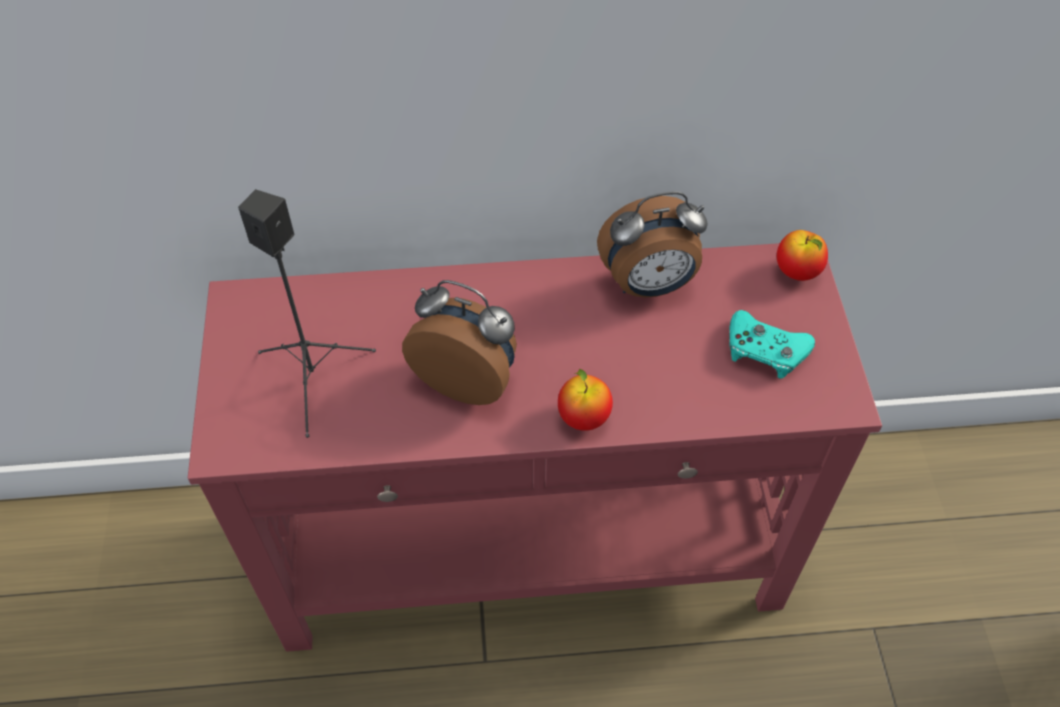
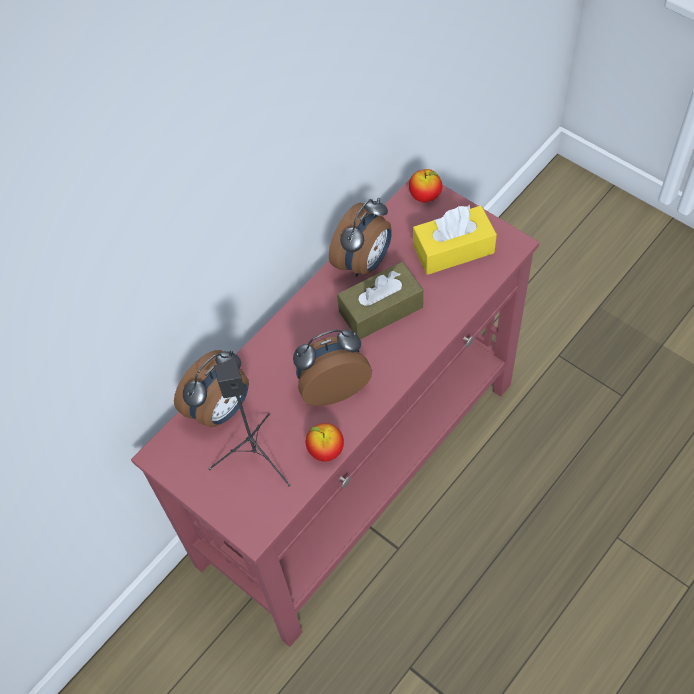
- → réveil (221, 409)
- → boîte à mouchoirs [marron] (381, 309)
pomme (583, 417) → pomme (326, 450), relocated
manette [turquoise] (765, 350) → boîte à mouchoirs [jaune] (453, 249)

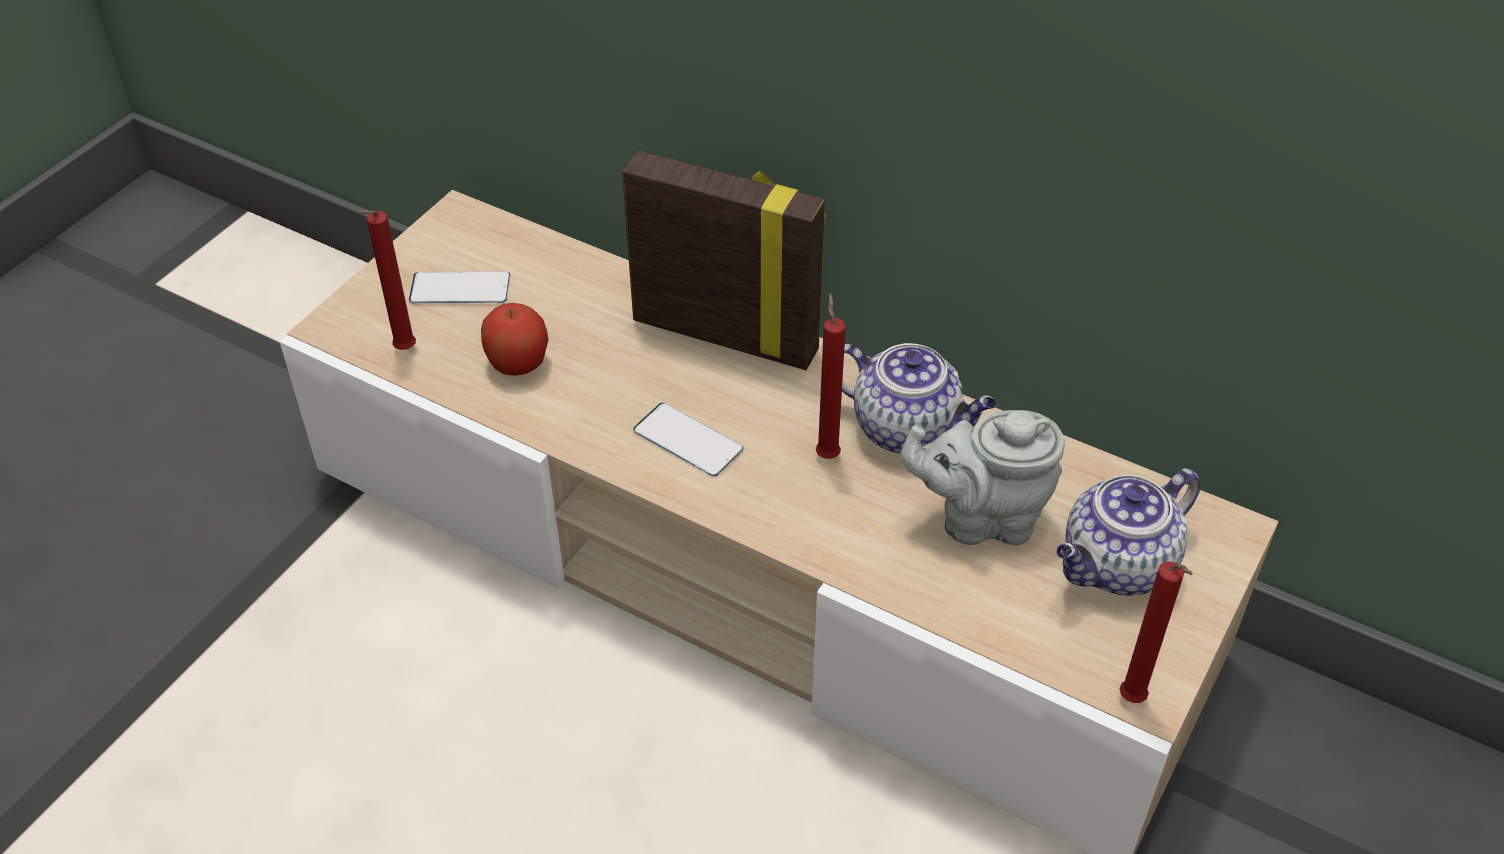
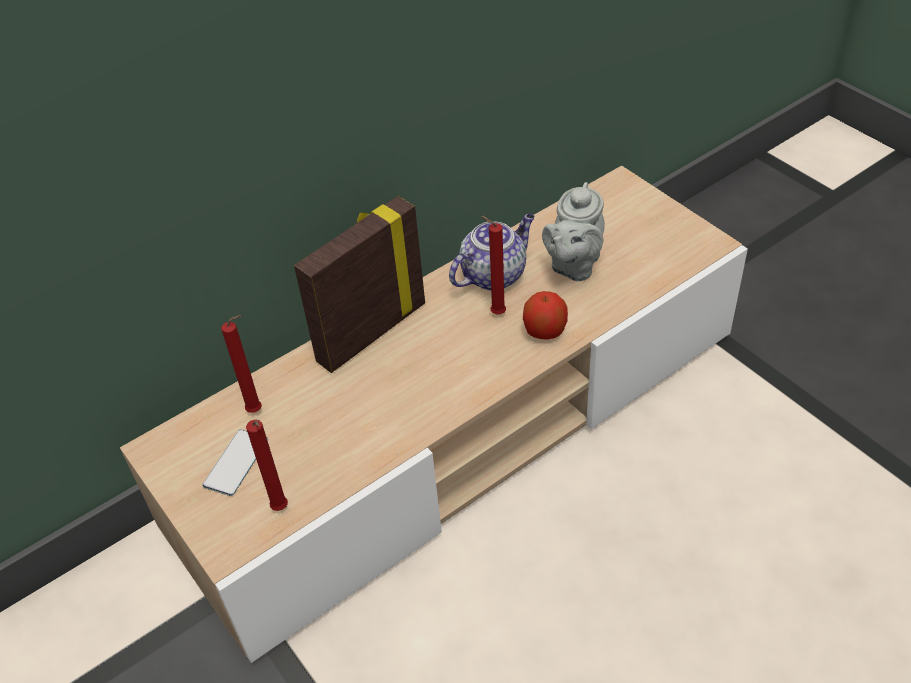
téléphone (688, 440) → -
théière (1116, 567) → -
pomme (518, 363) → pomme (544, 331), relocated
bougie [rouge] (1134, 702) → bougie [rouge] (257, 410), relocated

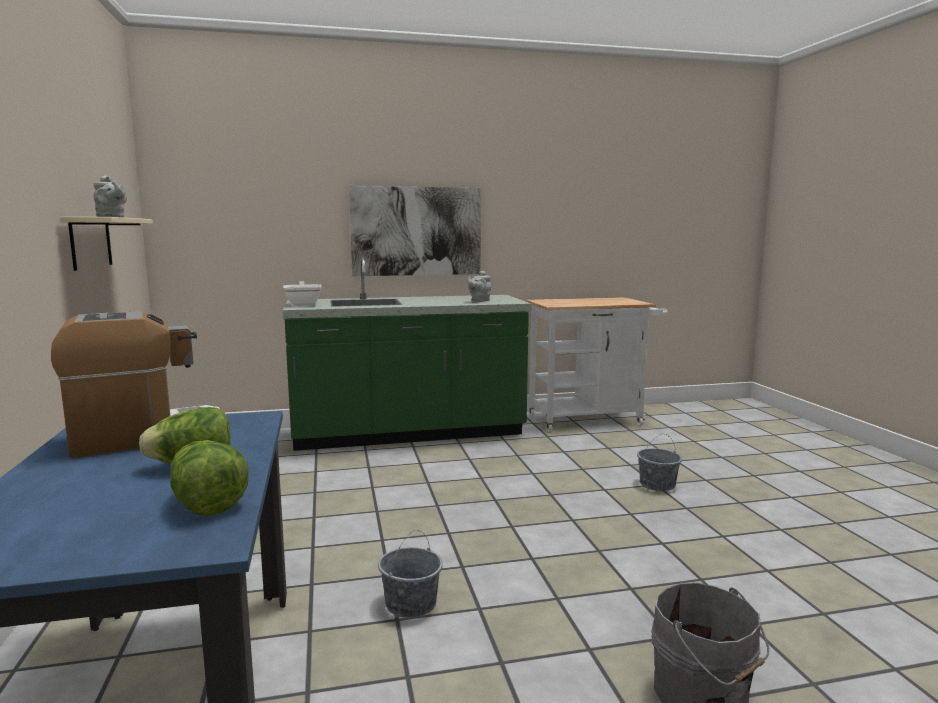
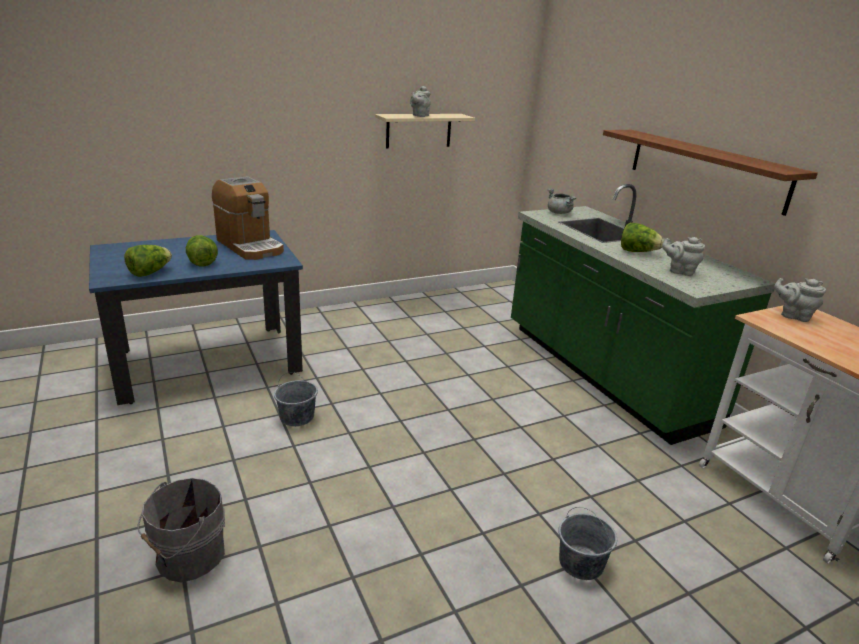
- → laitue (637, 252)
- → théière [gris] (793, 316)
poêle (303, 304) → marmite [gris] (559, 213)
tableau (416, 231) → étagère (705, 169)

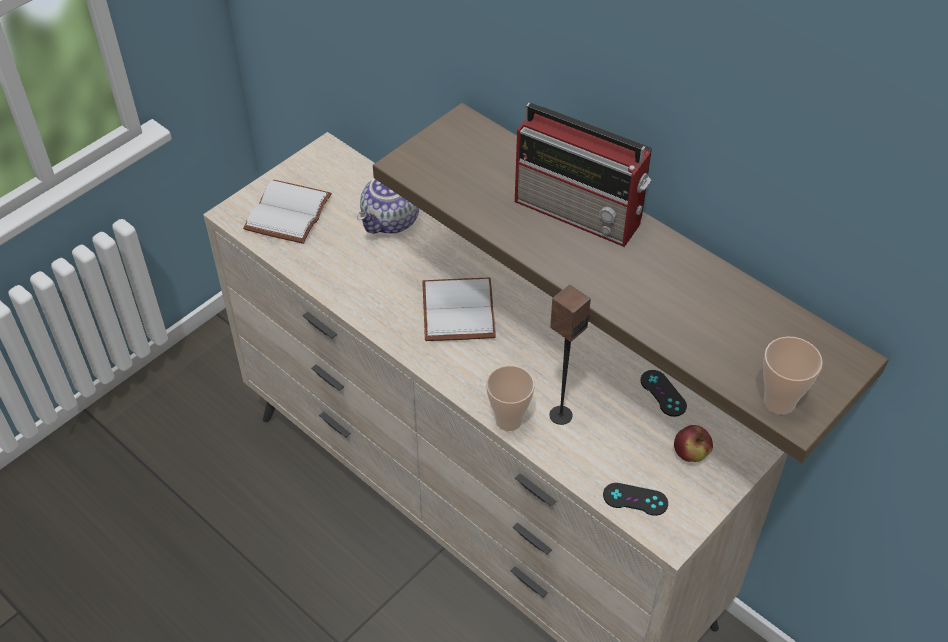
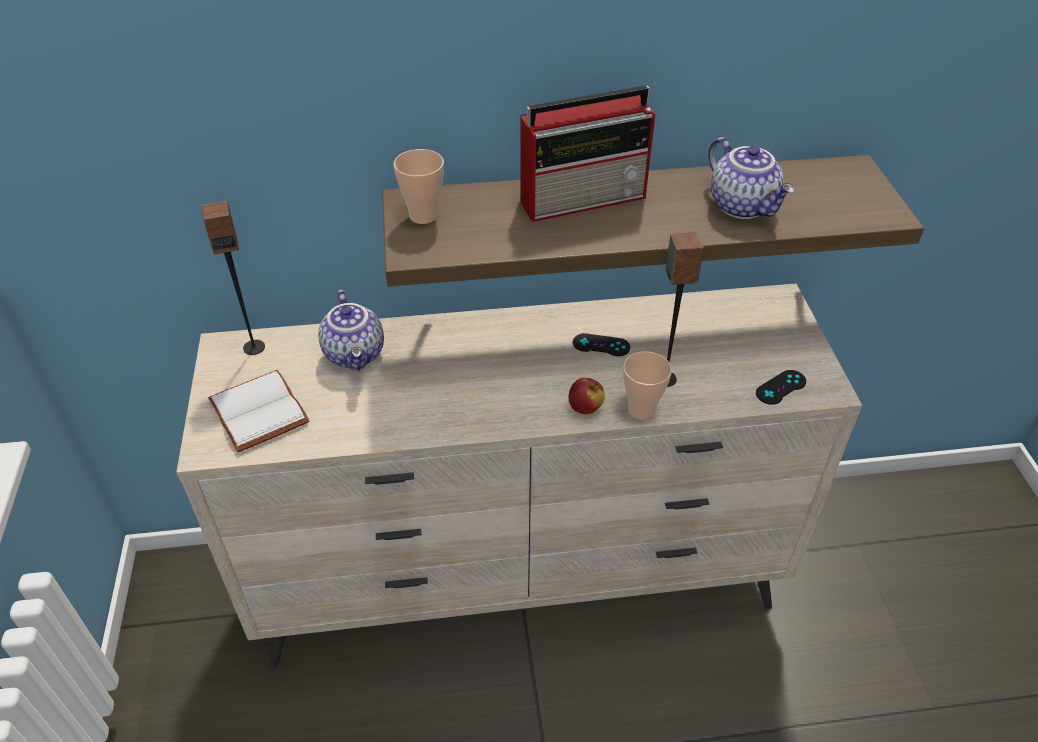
livre [blanc] (455, 310) → -
- → enceinte (254, 347)
- → théière (744, 206)
manette [noir] (663, 393) → manette [noir] (601, 345), relocated
pomme (690, 454) → pomme (585, 408), relocated
tasse (779, 402) → tasse (423, 216), relocated

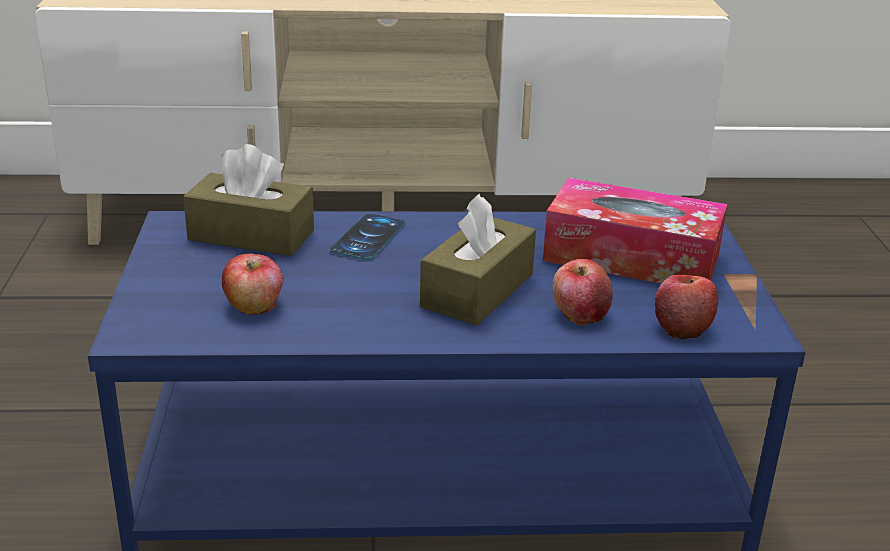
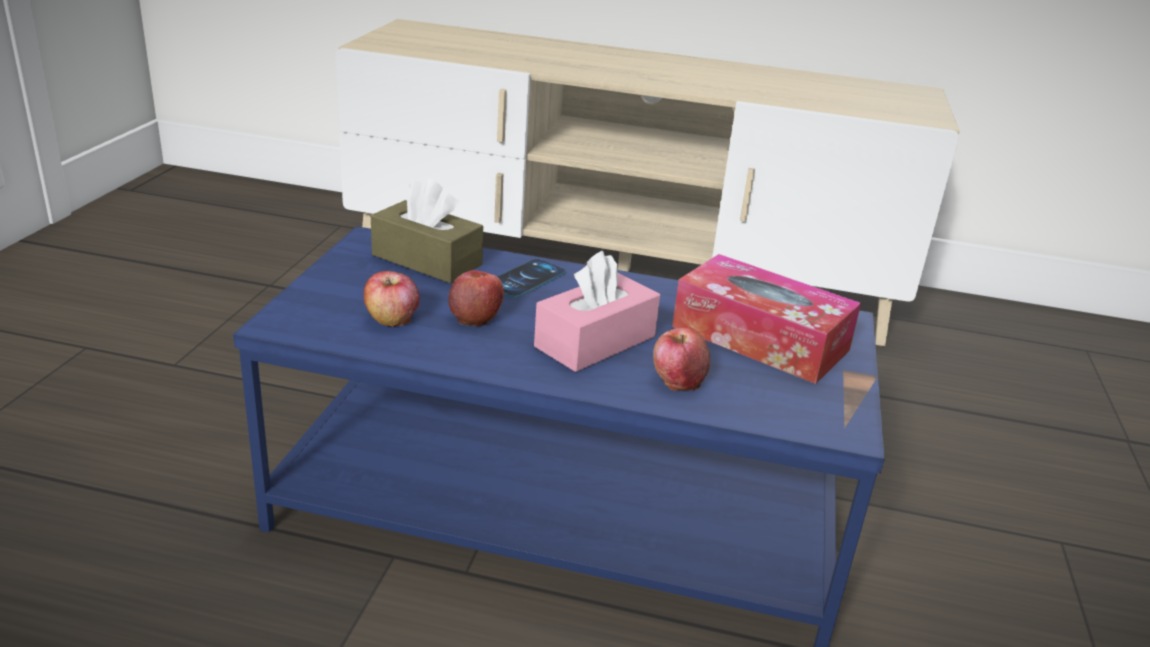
pomme (682, 327) → pomme (475, 316), relocated
boîte à mouchoirs [marron] (477, 290) → boîte à mouchoirs [rose] (595, 342)

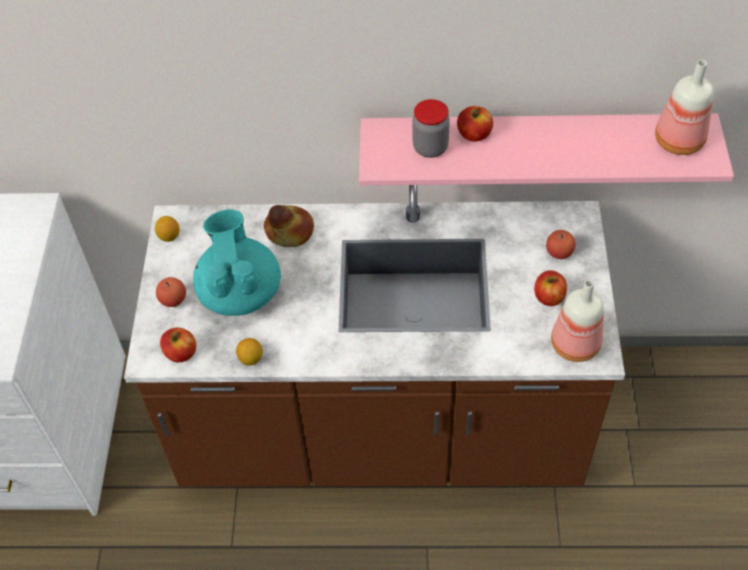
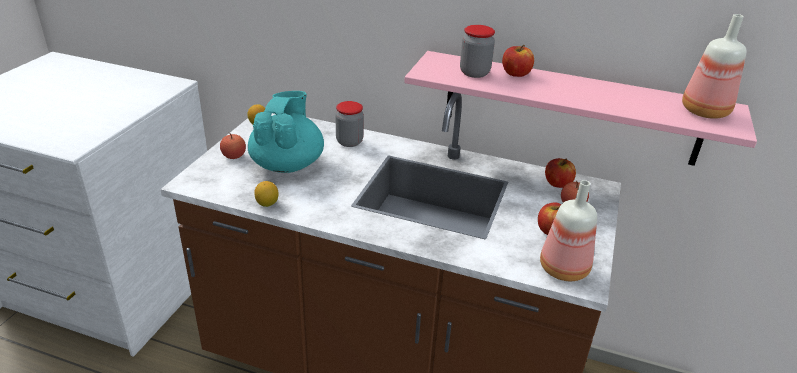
pomme (181, 353) → pomme (557, 183), relocated
pain (289, 232) → bocal (349, 142)

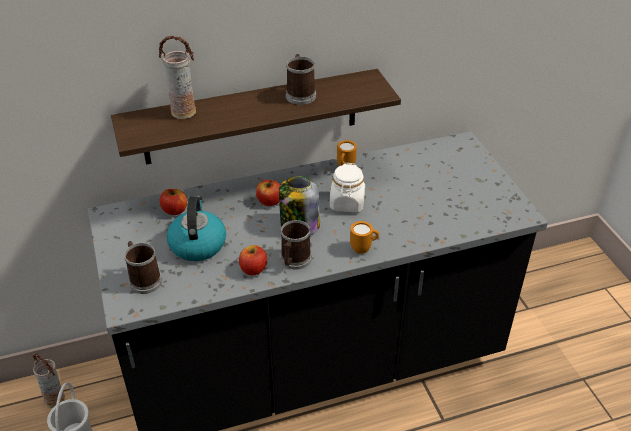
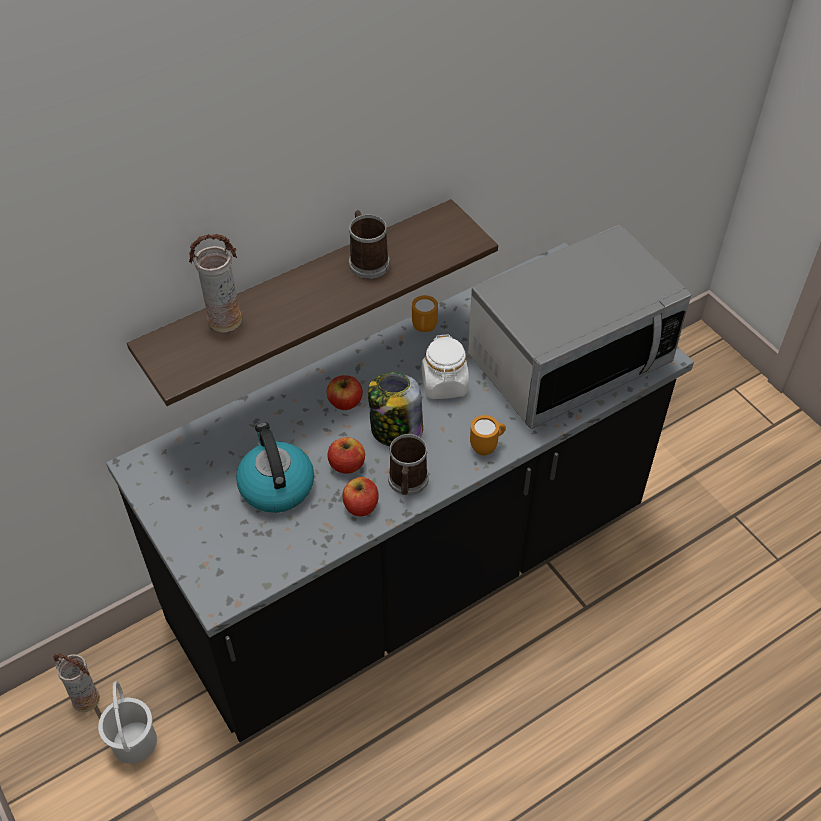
mug (143, 279) → -
- → micro-ondes (569, 360)
pomme (175, 210) → pomme (347, 464), relocated

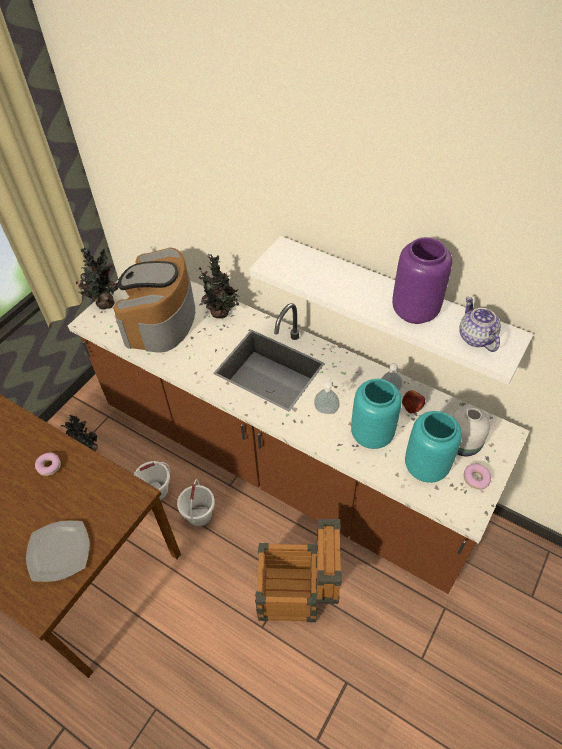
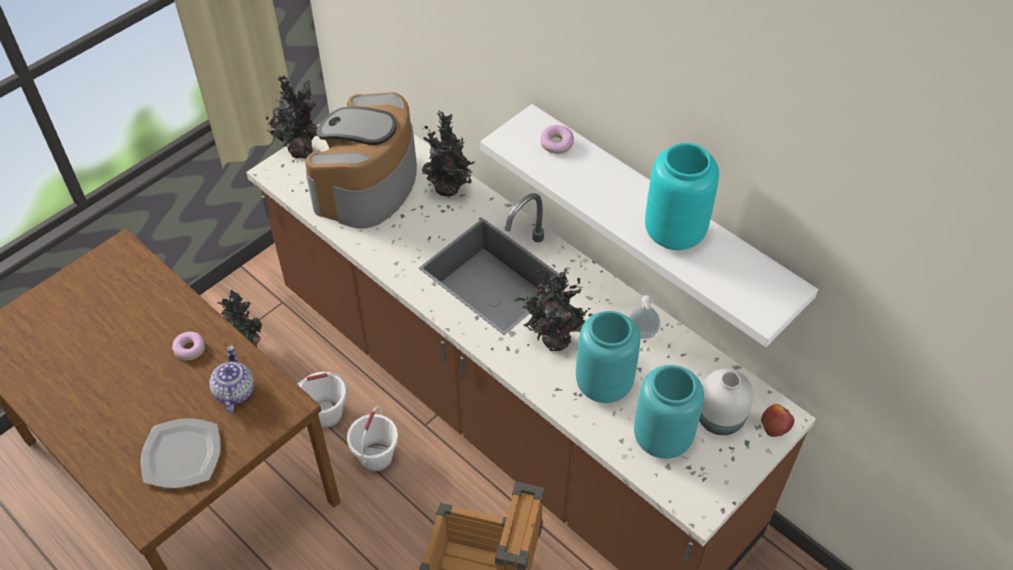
pomme (412, 404) → pomme (776, 423), relocated
théière (475, 337) → théière (234, 391), relocated
beignet (476, 478) → beignet (556, 144), relocated
distributeur de savon (326, 410) → plante en pot (553, 342)
vase [violet] (415, 312) → vase [turquoise] (675, 234)

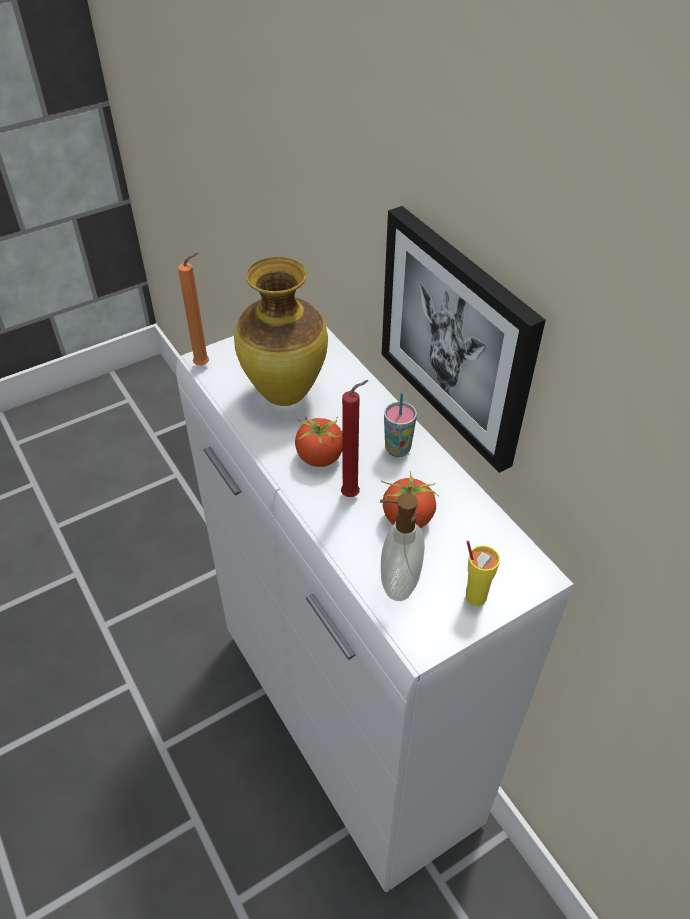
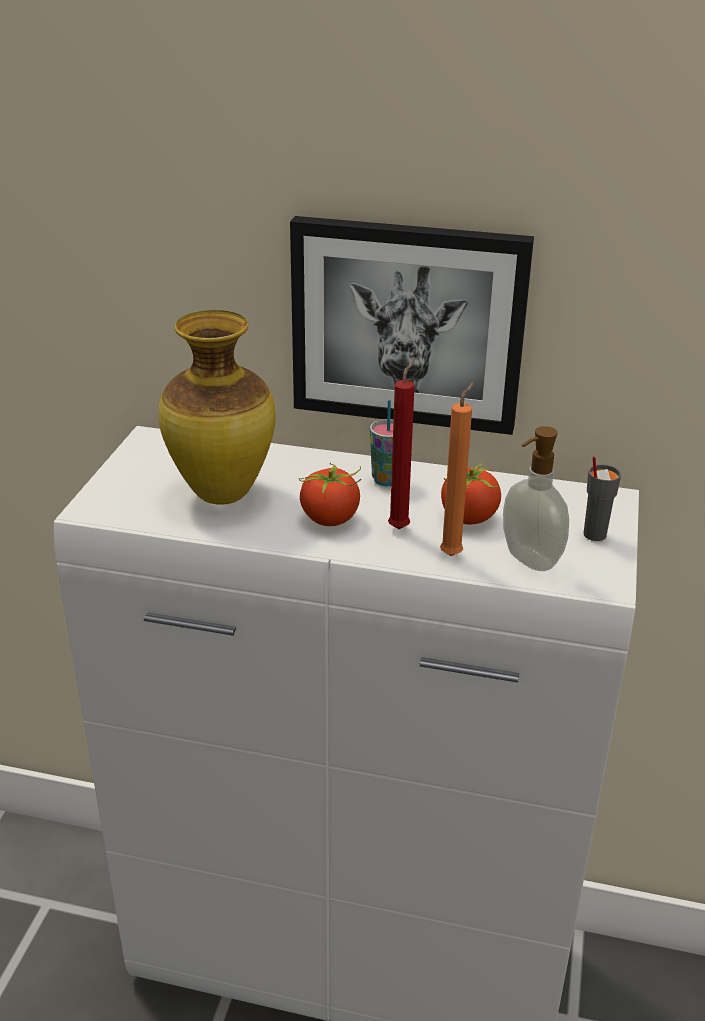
bougie [orange] (204, 365) → bougie [orange] (453, 554), relocated
tasse [jaune] (475, 596) → tasse [gris] (593, 534)

